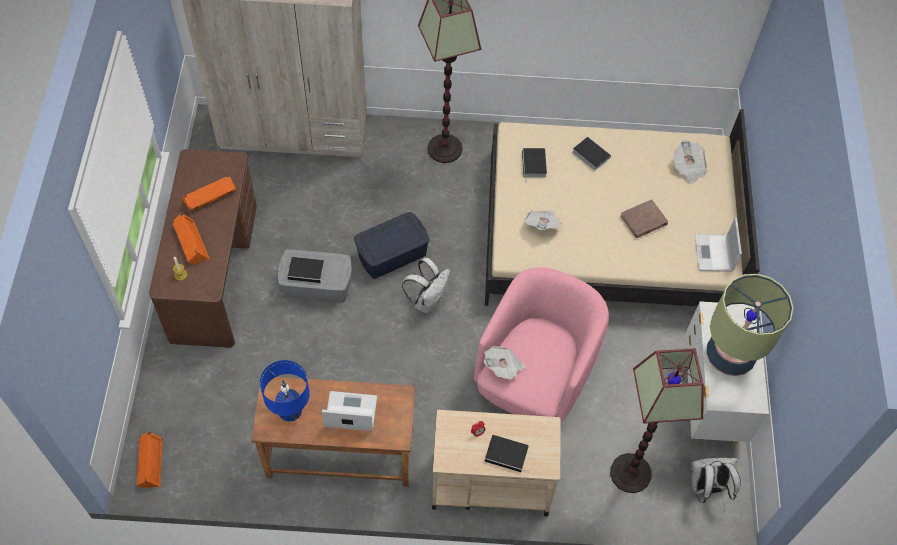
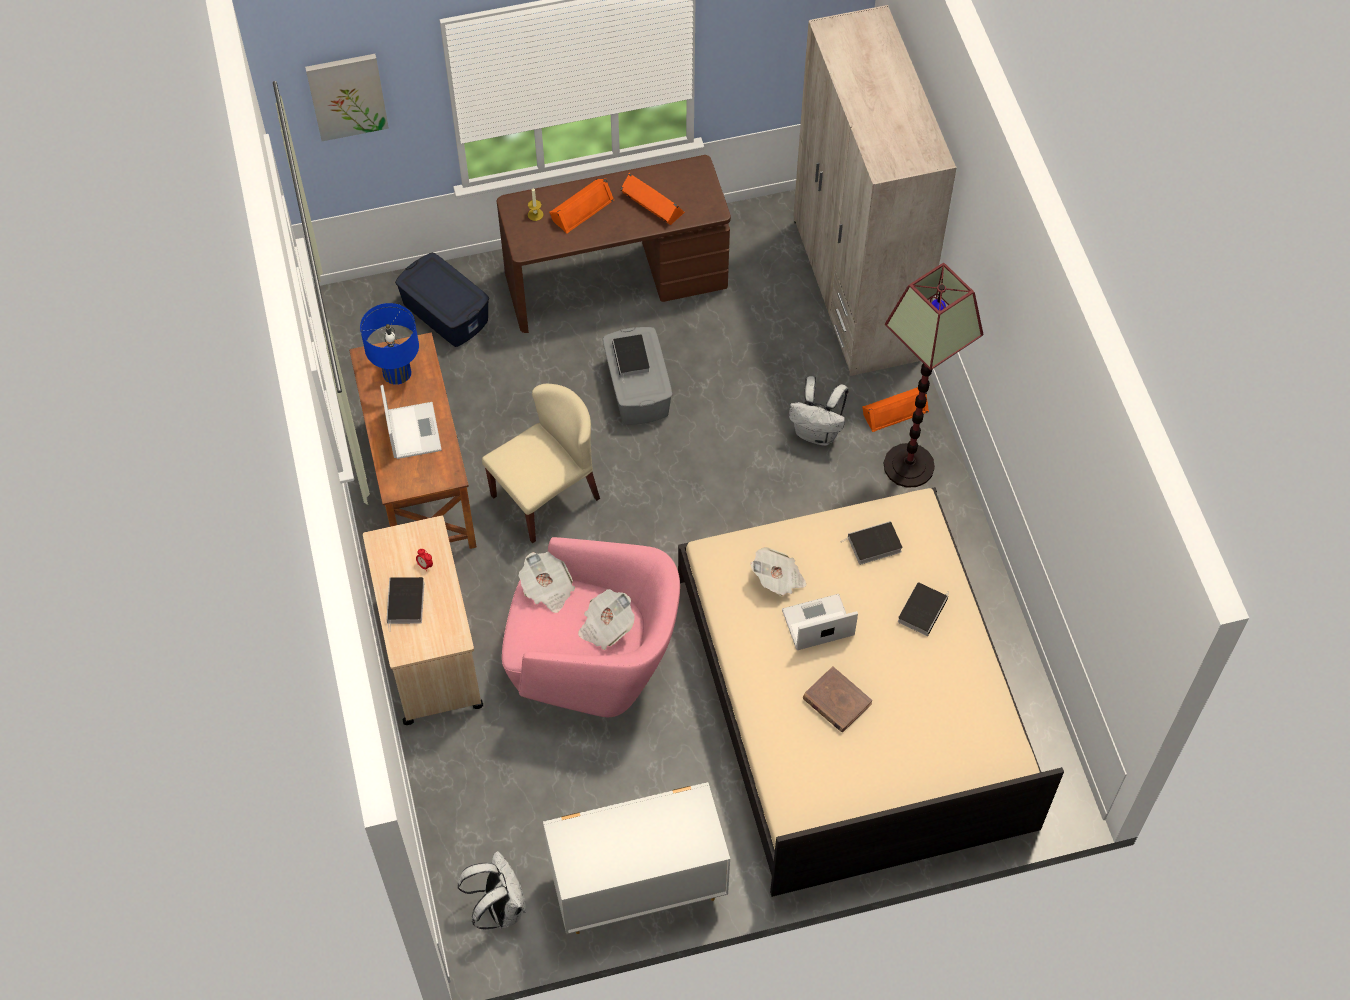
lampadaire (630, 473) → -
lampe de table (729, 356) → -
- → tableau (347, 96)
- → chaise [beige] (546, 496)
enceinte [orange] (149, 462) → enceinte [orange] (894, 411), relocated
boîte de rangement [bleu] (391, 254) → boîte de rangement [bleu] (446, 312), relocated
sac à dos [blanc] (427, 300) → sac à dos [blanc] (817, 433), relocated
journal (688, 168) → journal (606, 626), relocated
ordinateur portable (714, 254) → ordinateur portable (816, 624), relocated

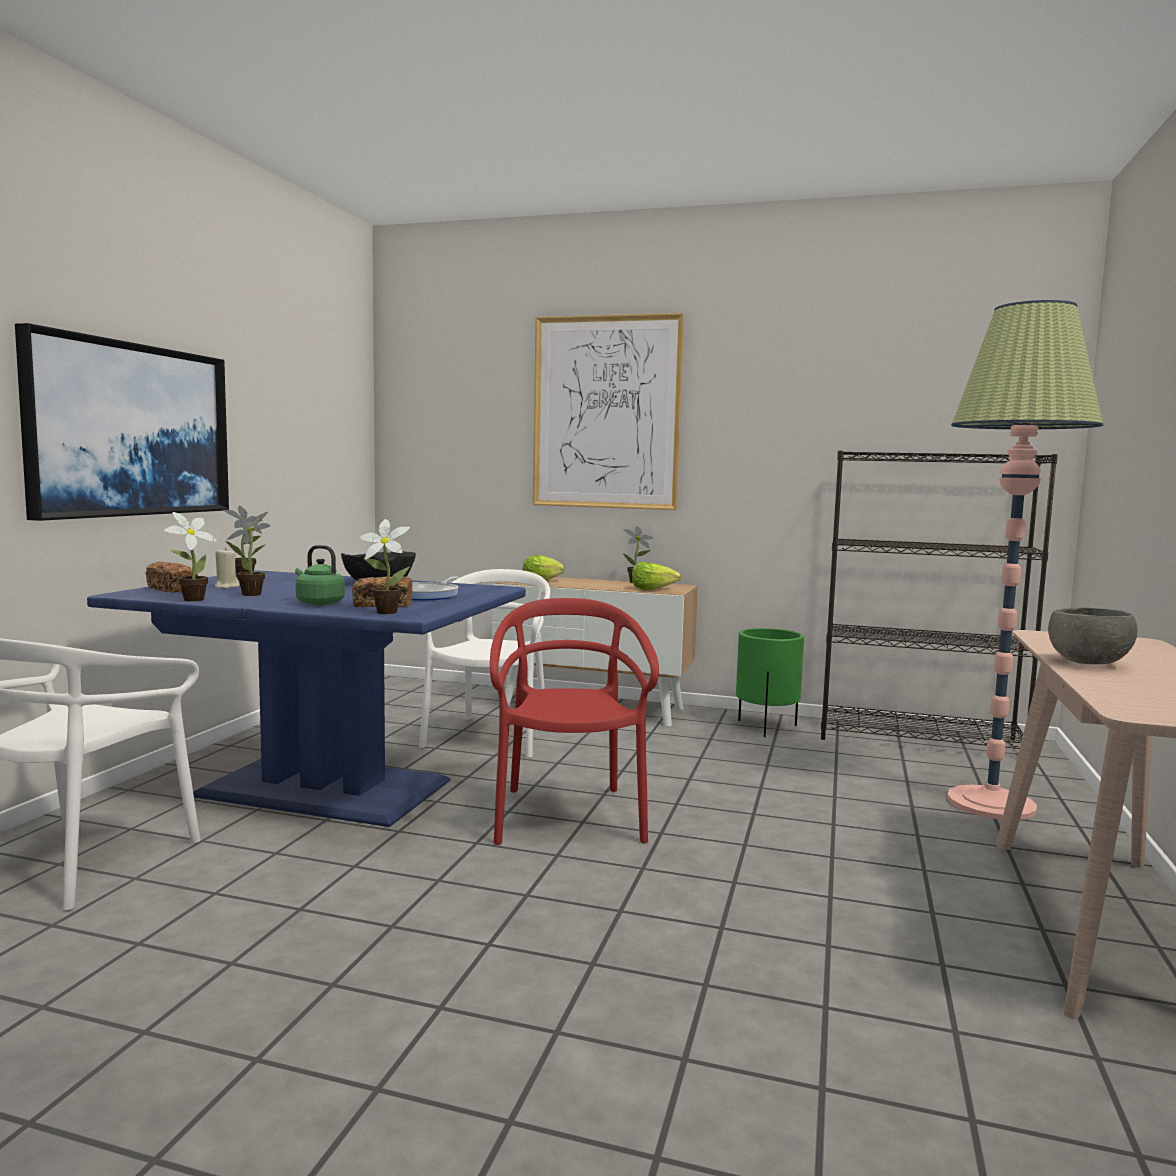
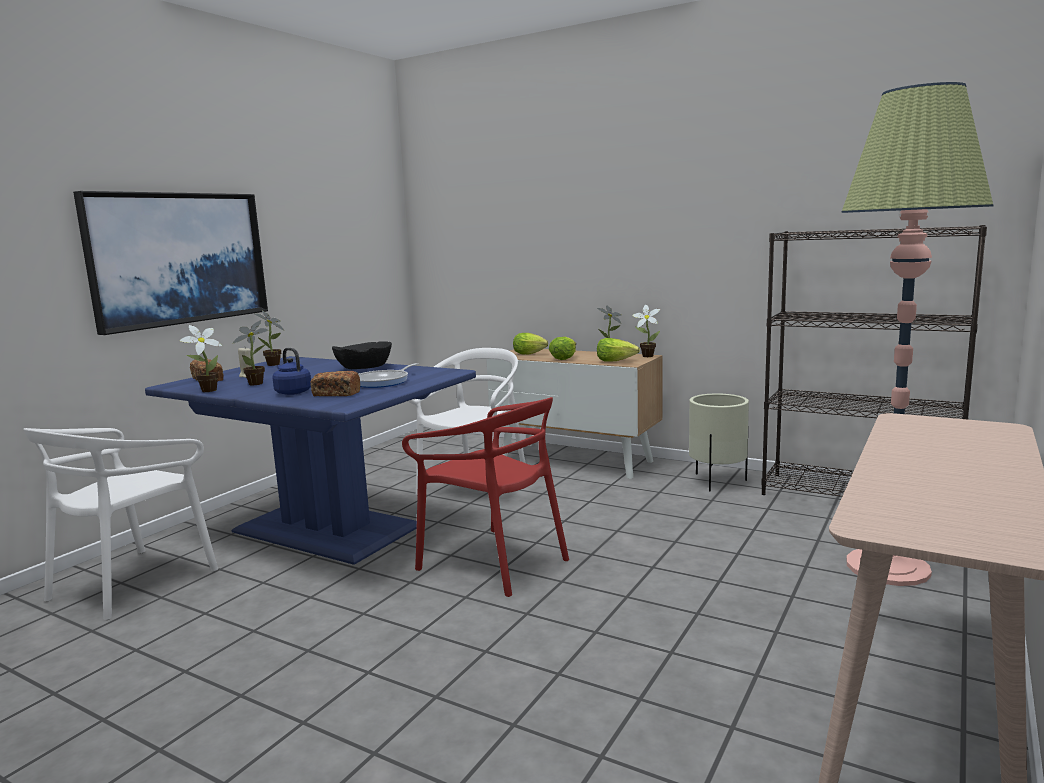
tableau (606, 413) → -
bol [gris] (1088, 663) → -
- → laitue (564, 358)
plante en pot (384, 612) → plante en pot (646, 356), relocated
bouilloire [vert] (318, 603) → bouilloire [bleu] (292, 392)
cache-pot [vert] (766, 727) → cache-pot [beige] (717, 481)
chaise [rouge] (567, 816) → chaise [rouge] (494, 562), 120 degrees clockwise

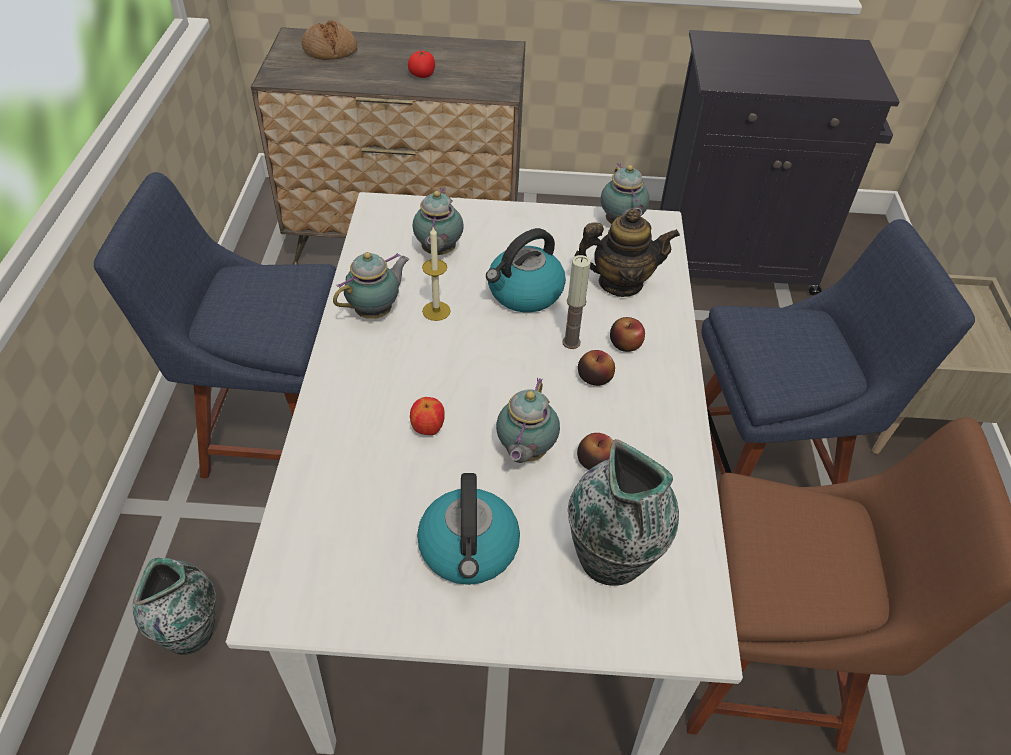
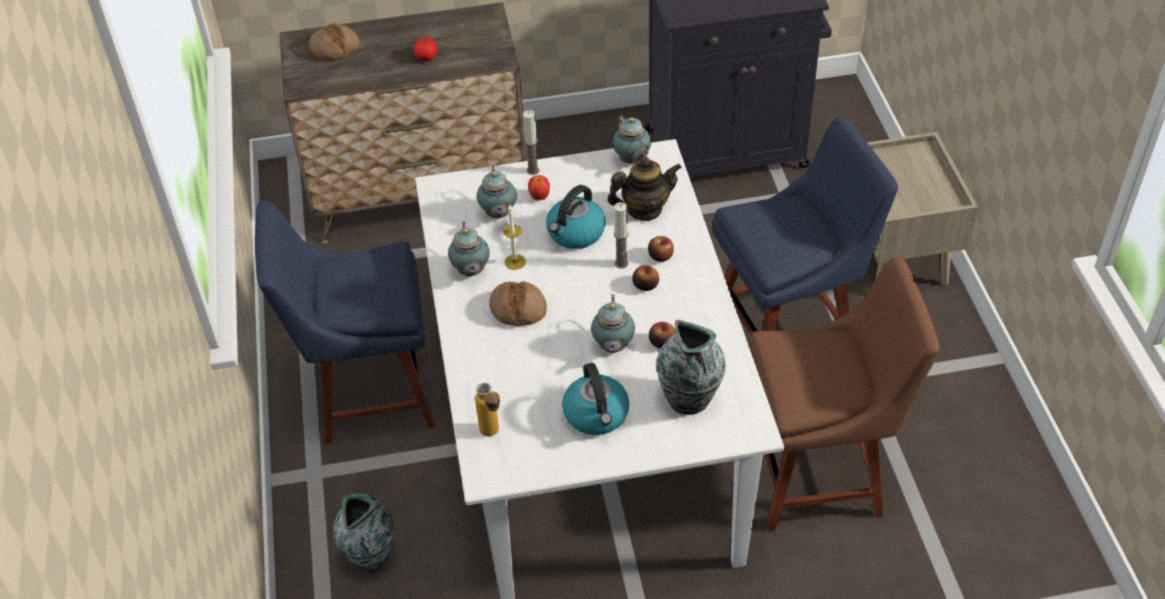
- → bouteille (493, 435)
- → pain (518, 309)
- → bougie (533, 170)
pomme (428, 429) → pomme (539, 197), relocated
théière (376, 311) → théière (470, 272), 135 degrees clockwise

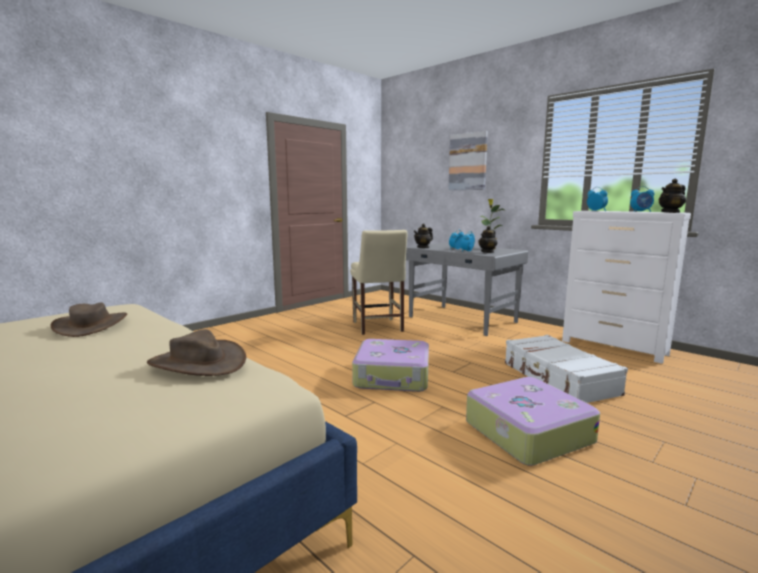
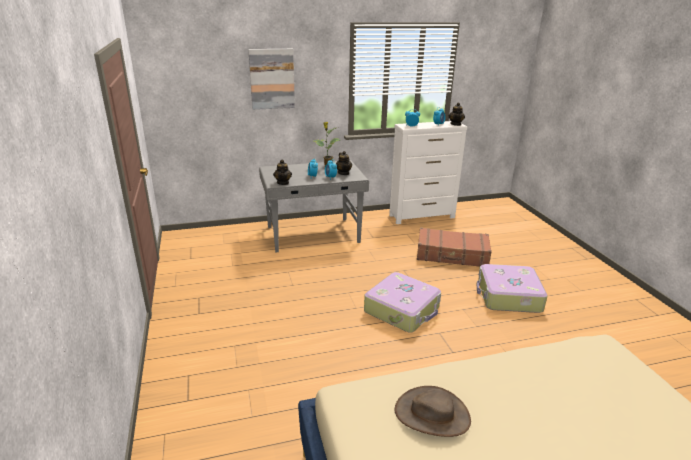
chapeau [marron] (197, 363) → -
chaise [beige] (378, 327) → -
valise [blanc] (558, 379) → valise [marron] (452, 255)

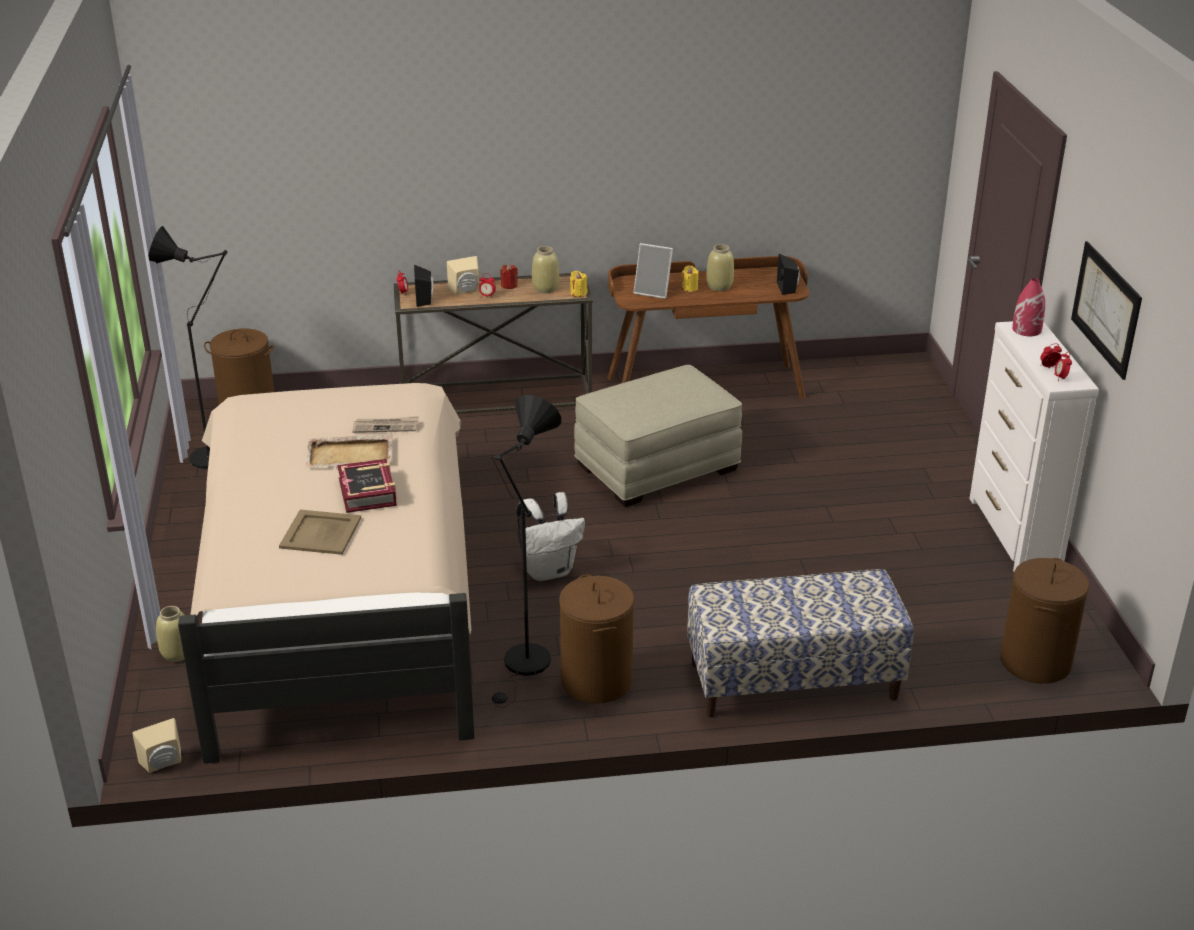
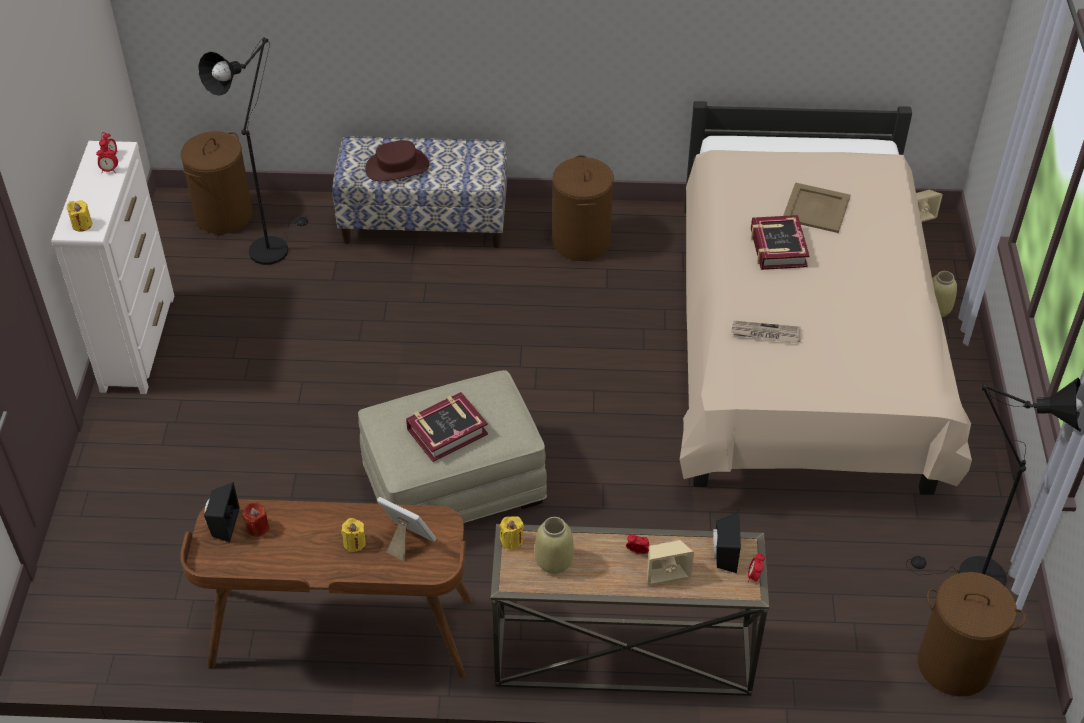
plateau [beige] (351, 454) → -
sac à dos [blanc] (549, 571) → -
vase [beige] (719, 286) → -
tableau (1106, 308) → -
- → chapeau [marron] (397, 167)
- → livre (447, 431)
lampadaire [noir] (525, 666) → lampadaire [noir] (272, 246), relocated
bougie [rouge] (509, 286) → bougie [rouge] (257, 527), relocated
vase [rouge] (1026, 329) → bougie [jaune] (82, 224)

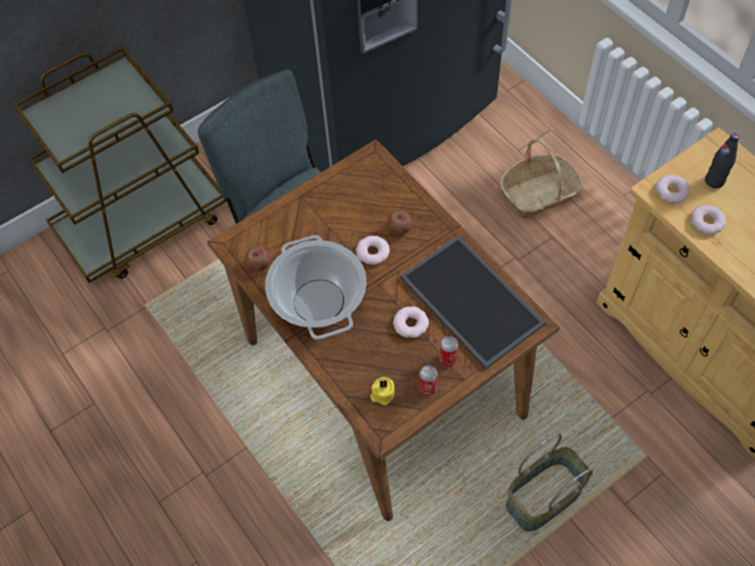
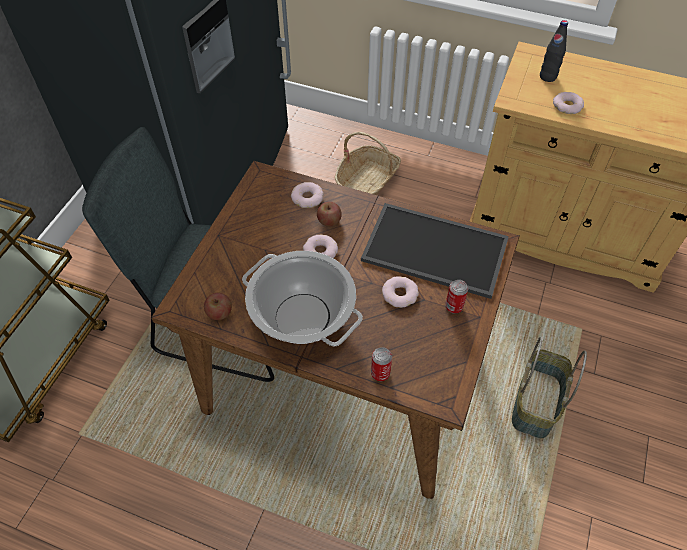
bougie [jaune] (382, 394) → -
boîte métallique (427, 388) → boîte métallique (380, 373), relocated
beignet (671, 191) → beignet (307, 198), relocated

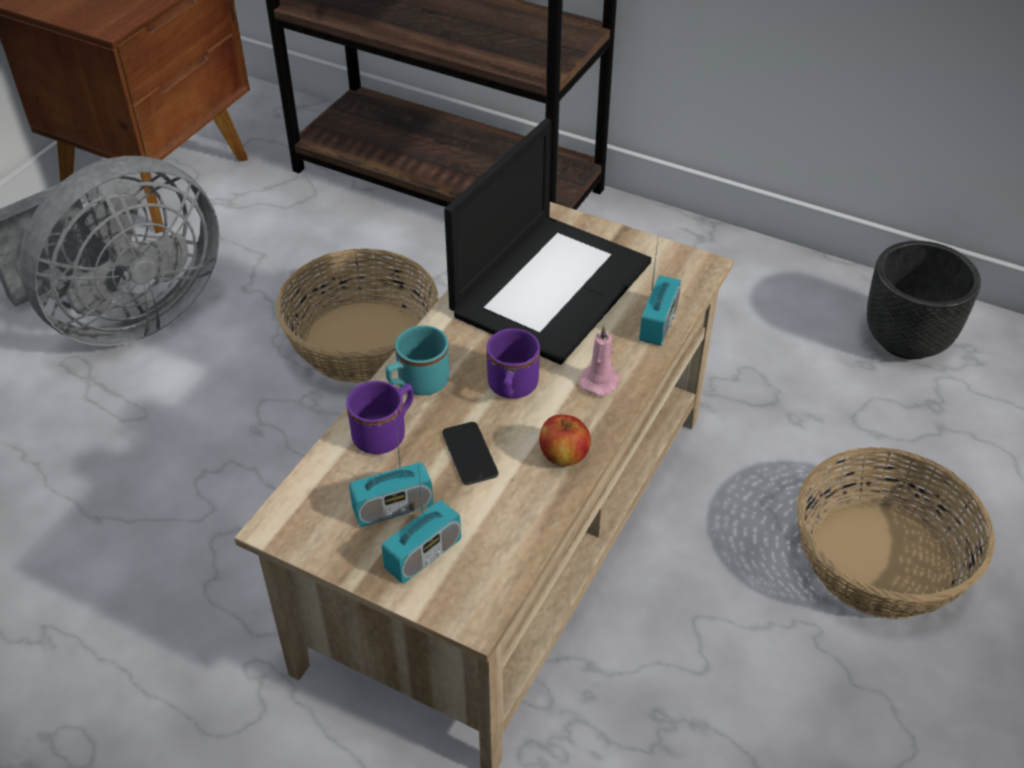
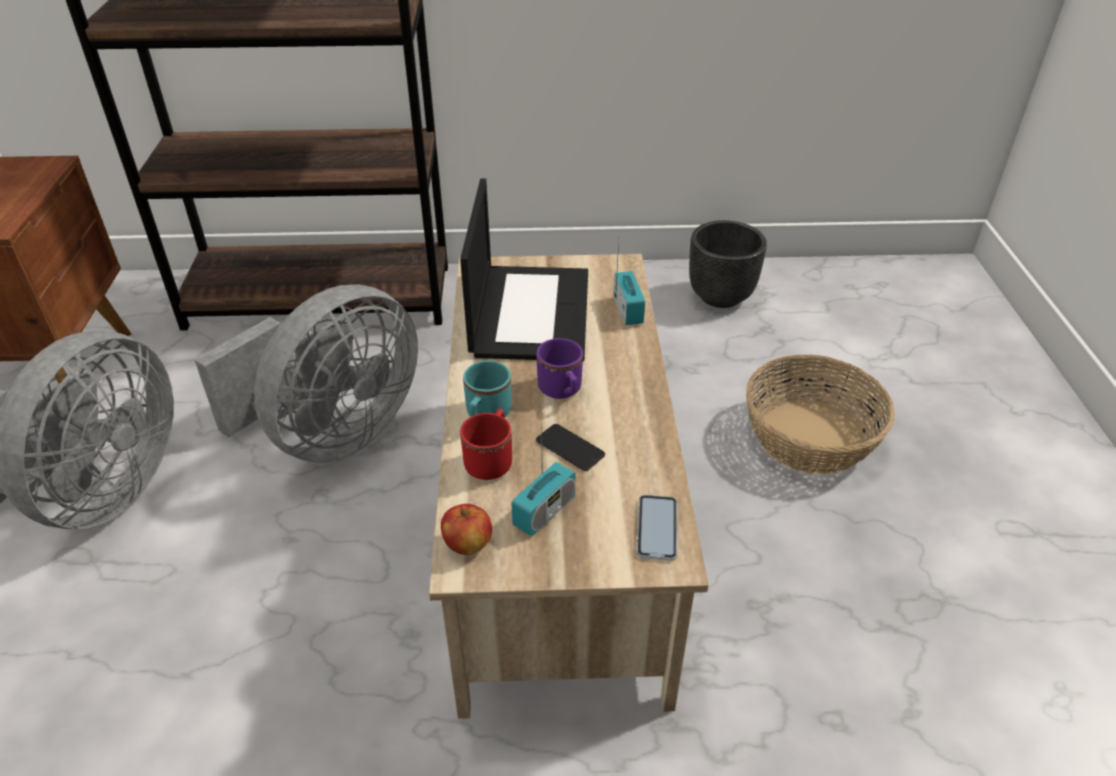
radio (423, 555) → -
bougie [rose] (600, 380) → -
- → téléphone (657, 528)
pomme (564, 456) → pomme (468, 544), relocated
panier (362, 341) → ventilateur [gris] (334, 435)
mug [violet] (386, 433) → mug [rouge] (491, 460)

